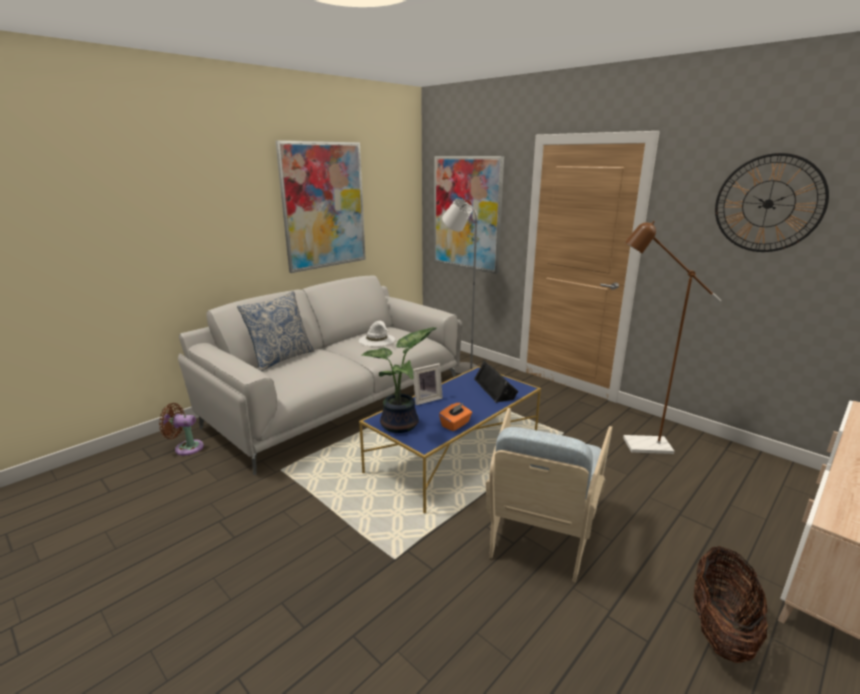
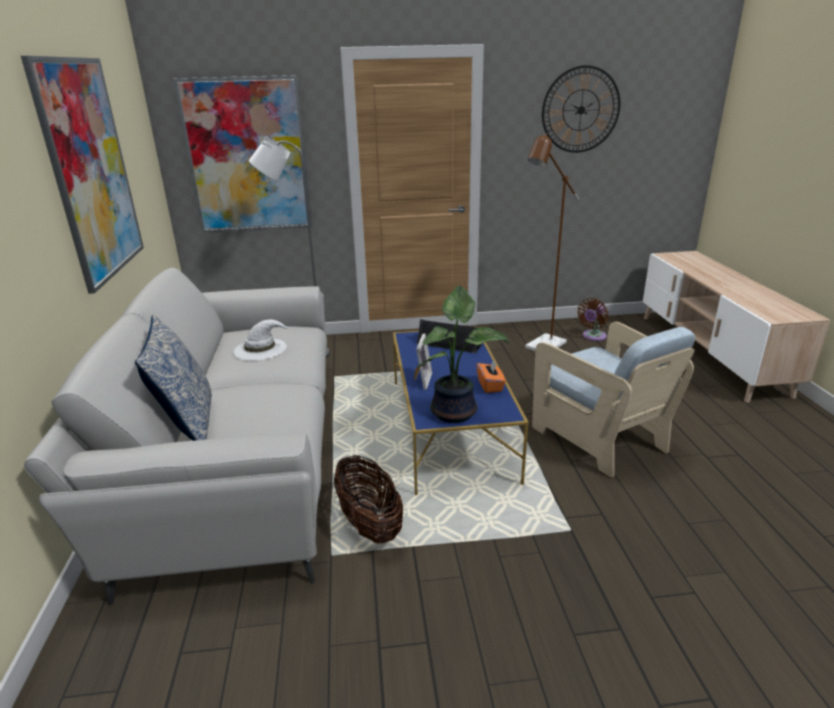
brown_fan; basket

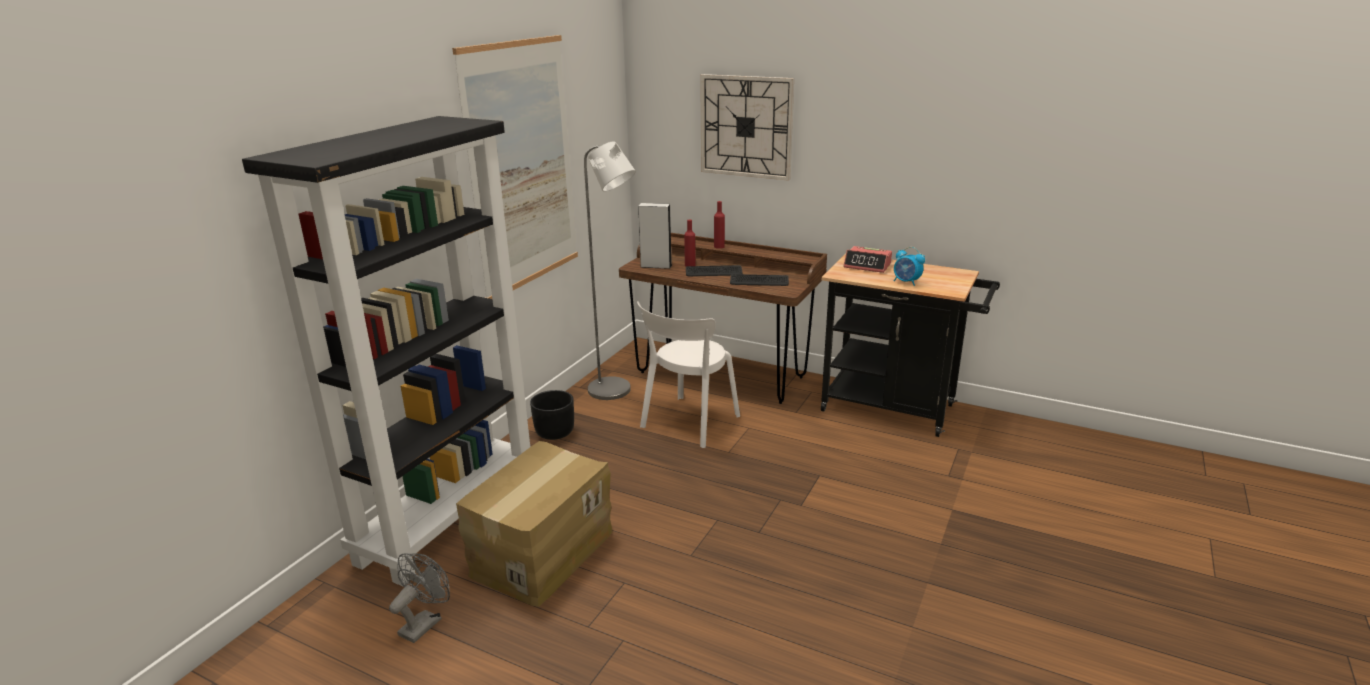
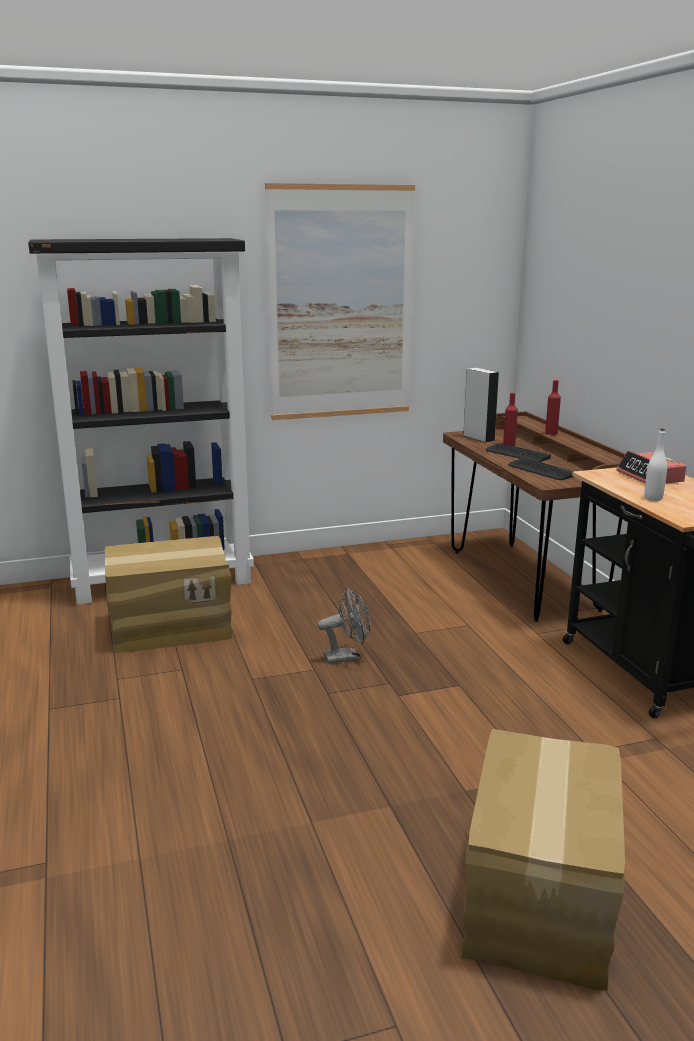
grey_fan; black_planter; grey_floor_lamp; white_chair; wall_clock; white_bottle; cardboard_box (2nd from left)

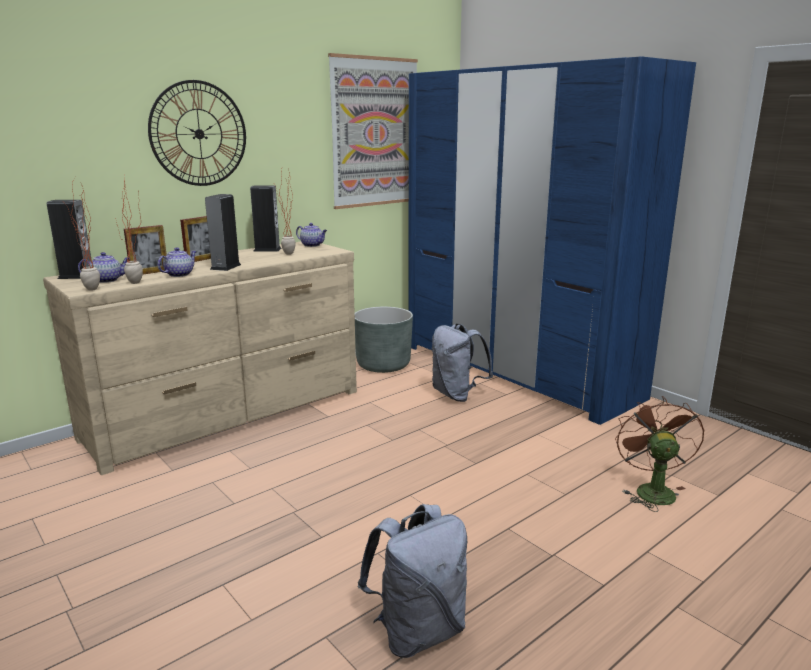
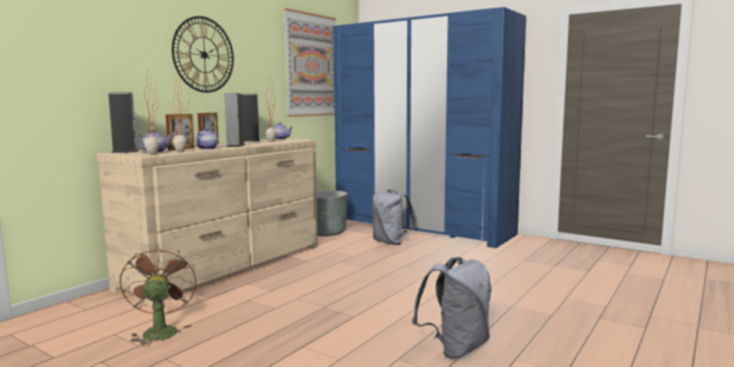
brown_fan

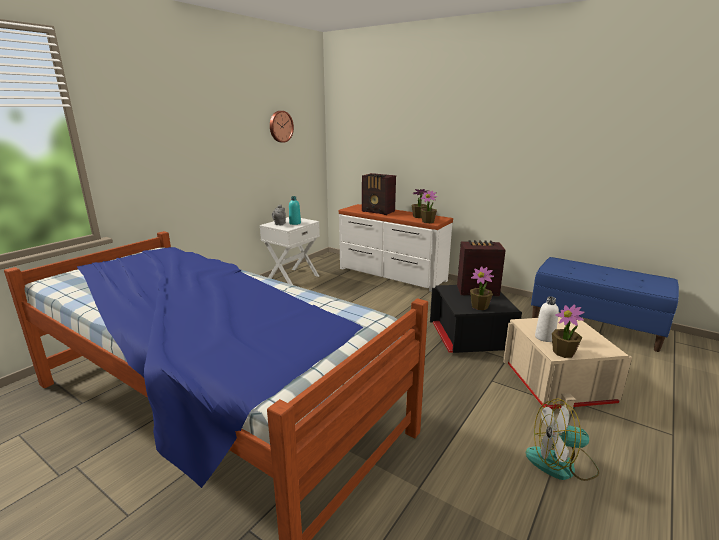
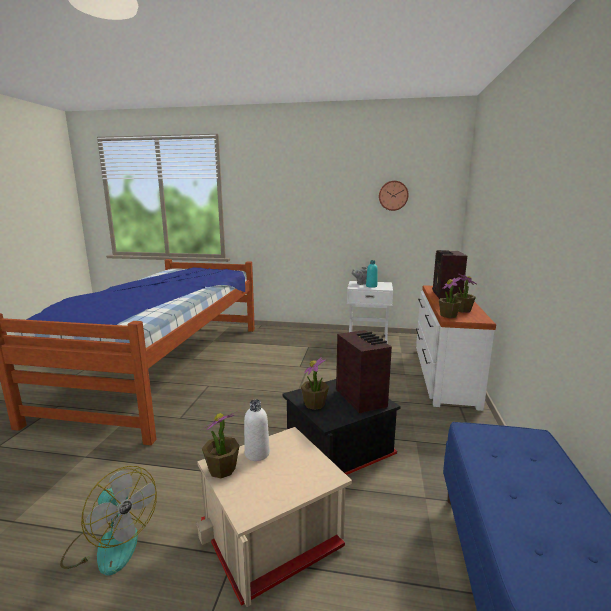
fan

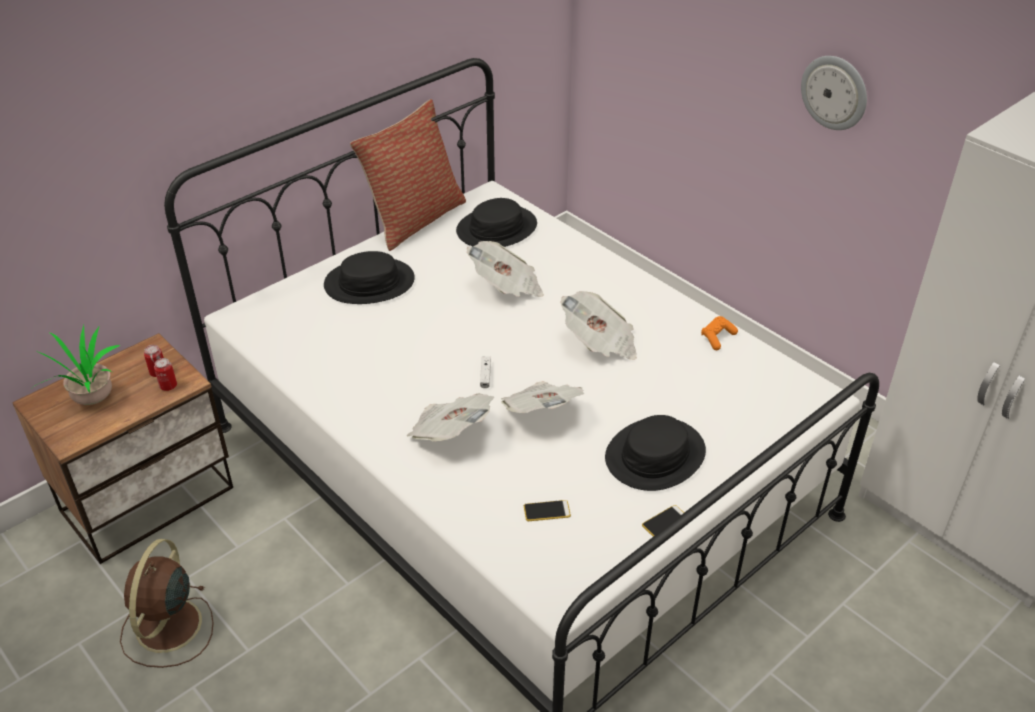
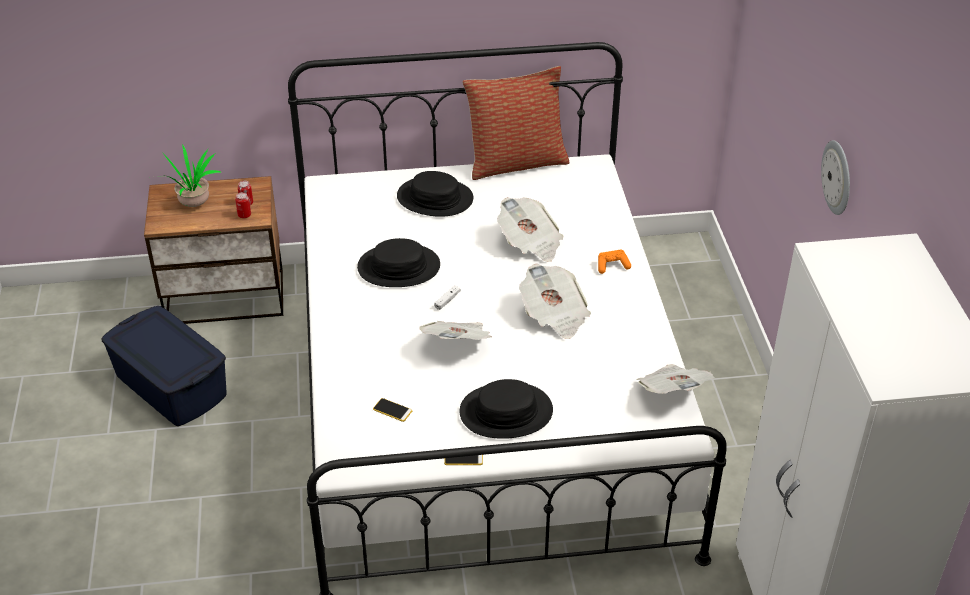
blue_storage_box; newspaper (4th from left); black_hat (1st from left); orange_game_controller

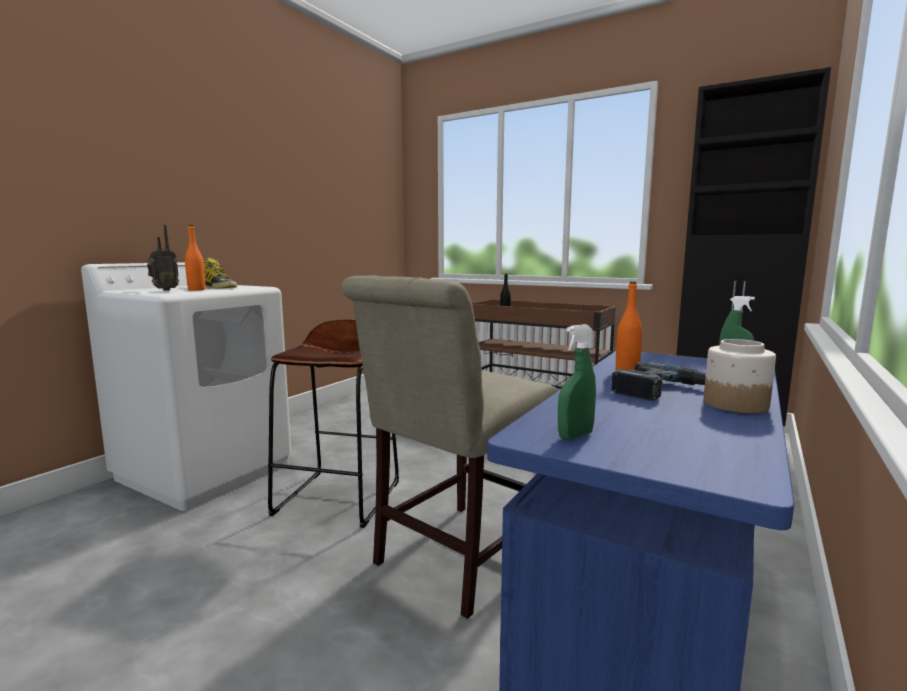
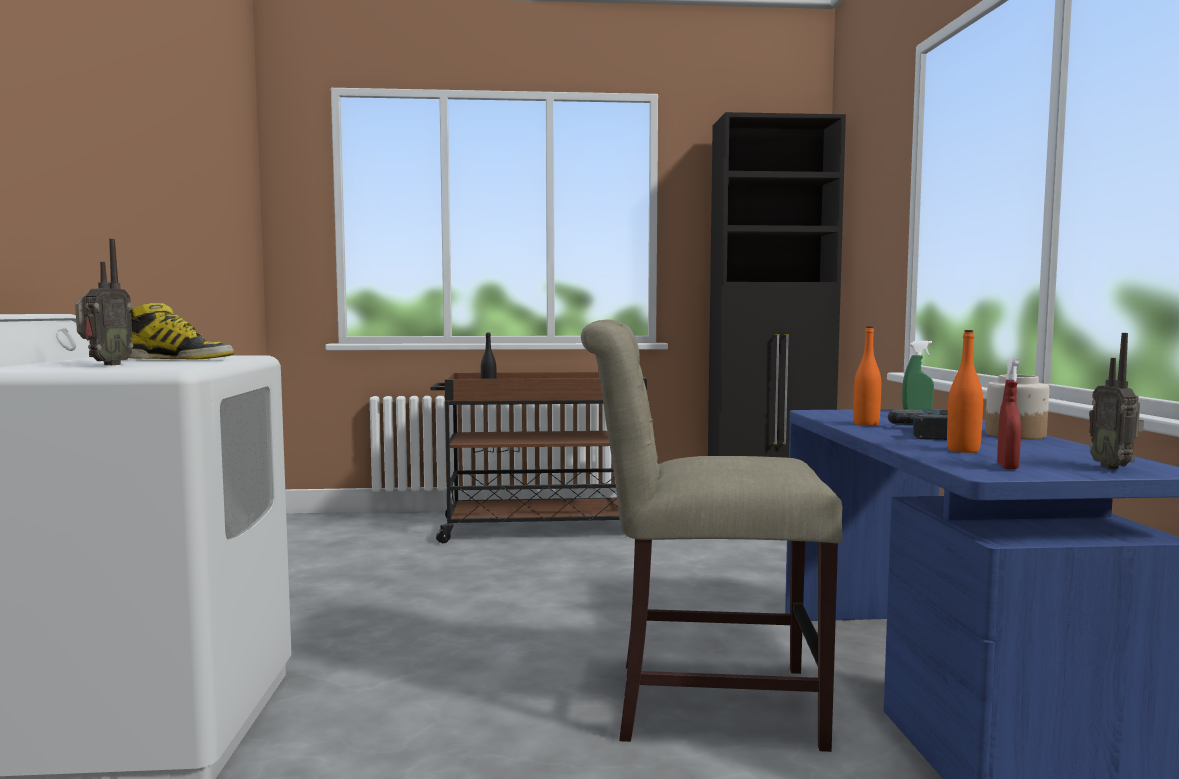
orange_bottle (2nd from left); brown_stool; beige_chair; red_spray_bottle; radio (2nd from left)

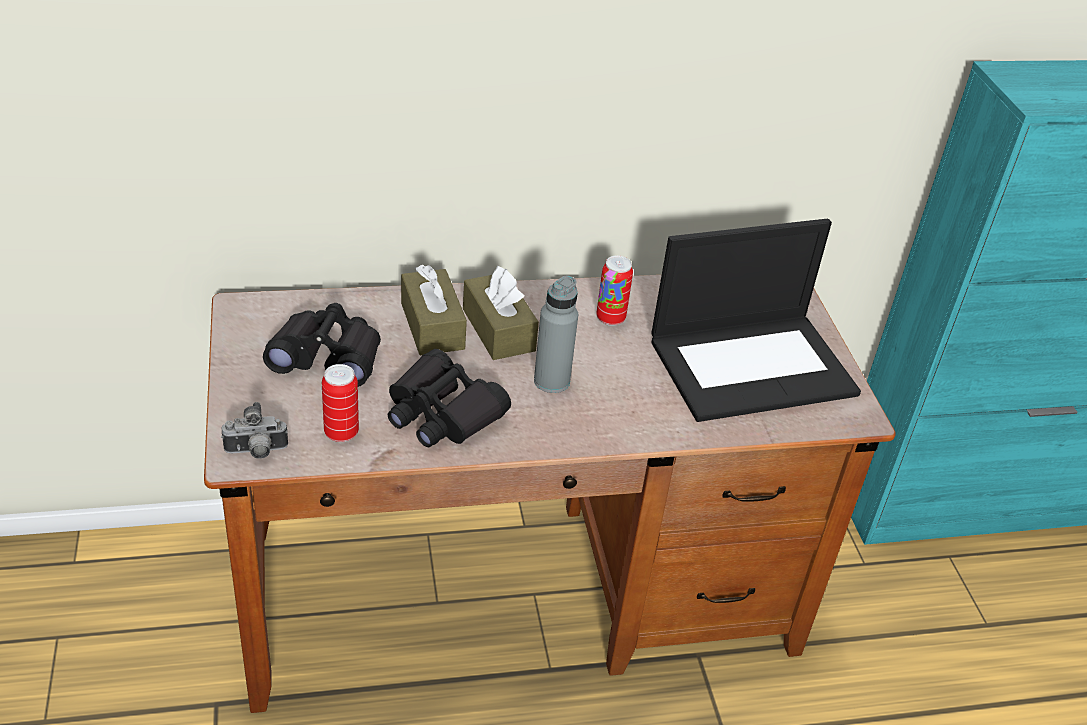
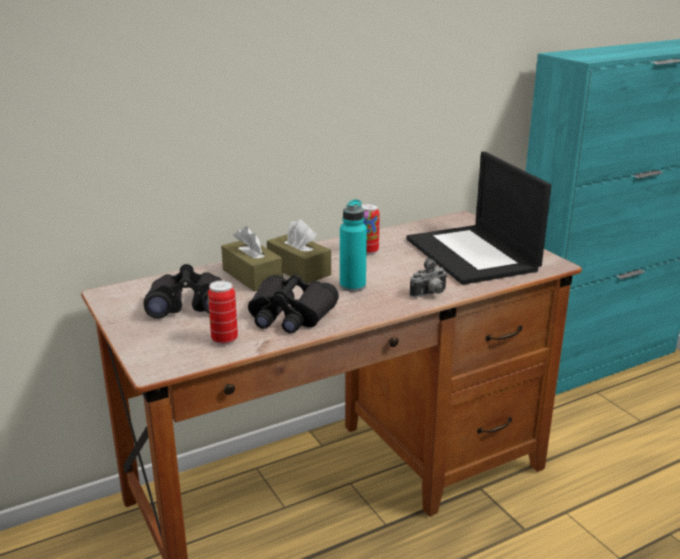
photo_camera; turquoise_bottle; laptop

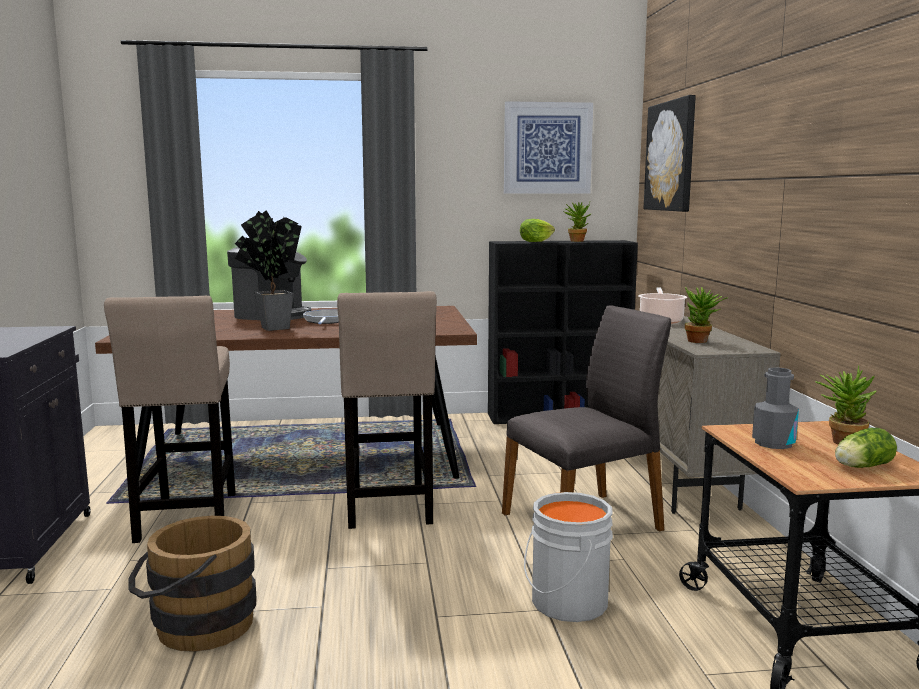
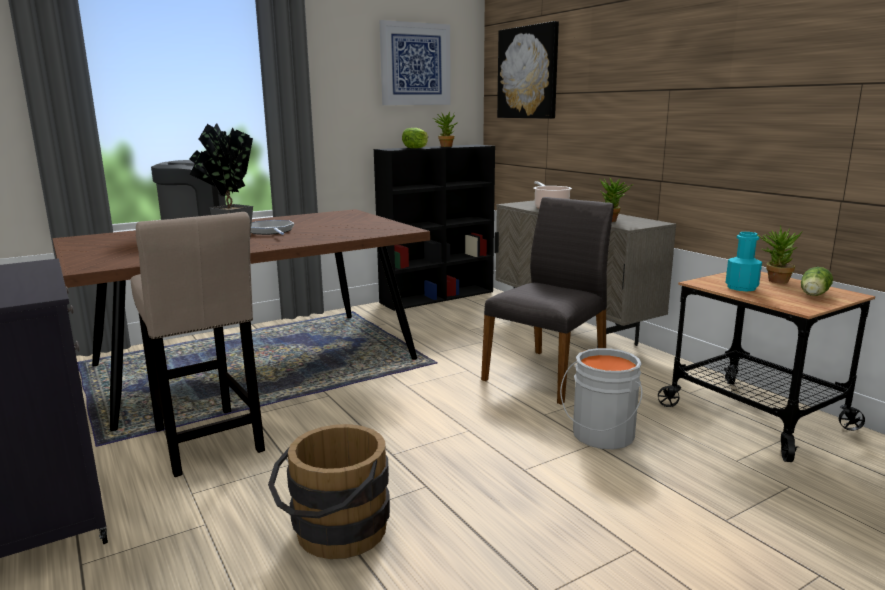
beige_stool (2nd from left in the first image); turquoise_bottle

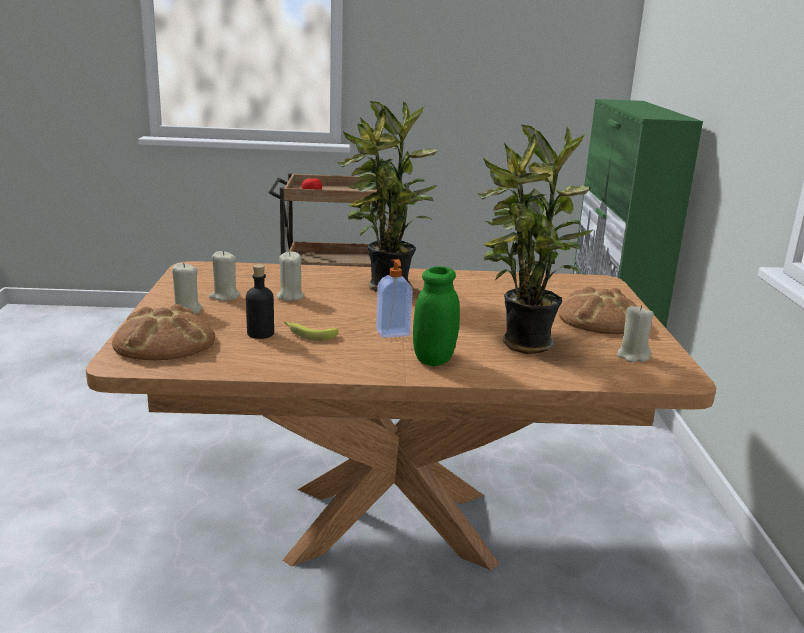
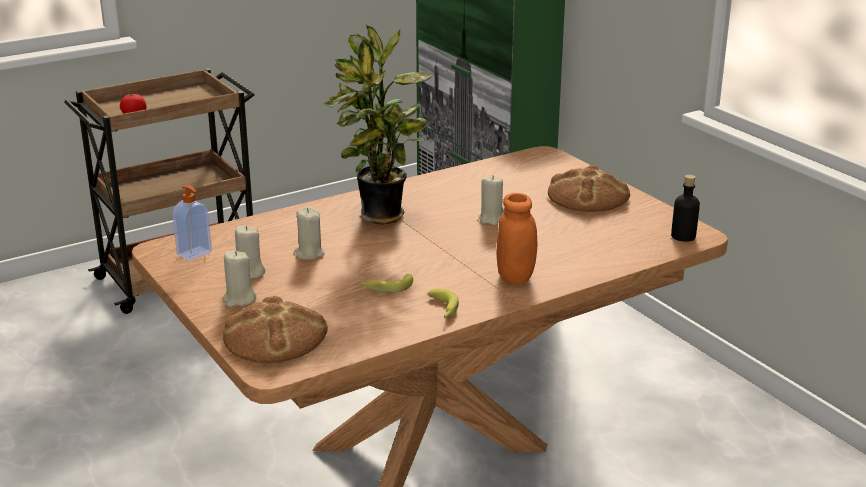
black_bottle; soap_dispenser; orange_jar; potted_plant (2nd from left in the first image); beige_candle (4th from left); banana (2nd from left)

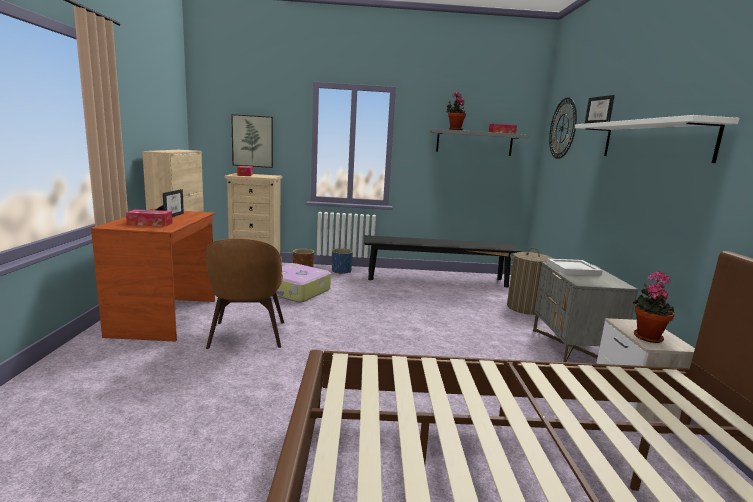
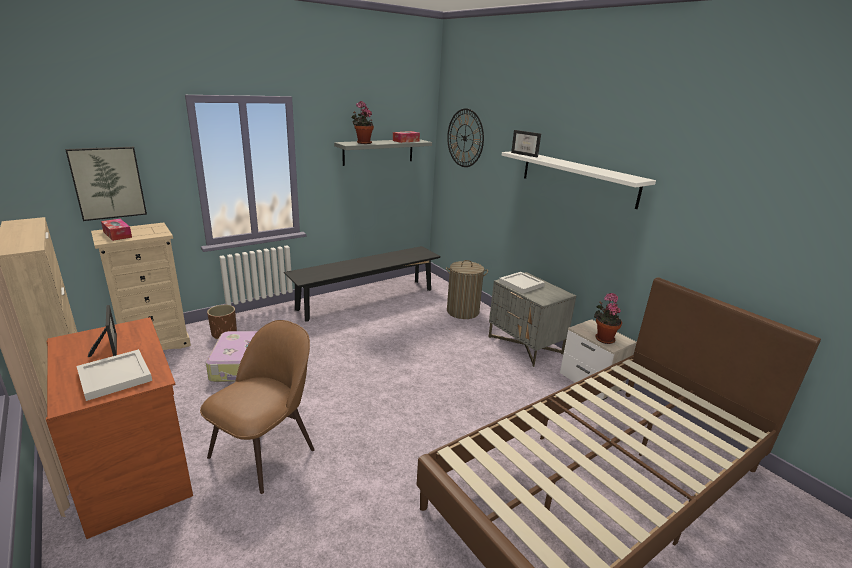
white_tray (1st from left); brown_chair; blue_planter

